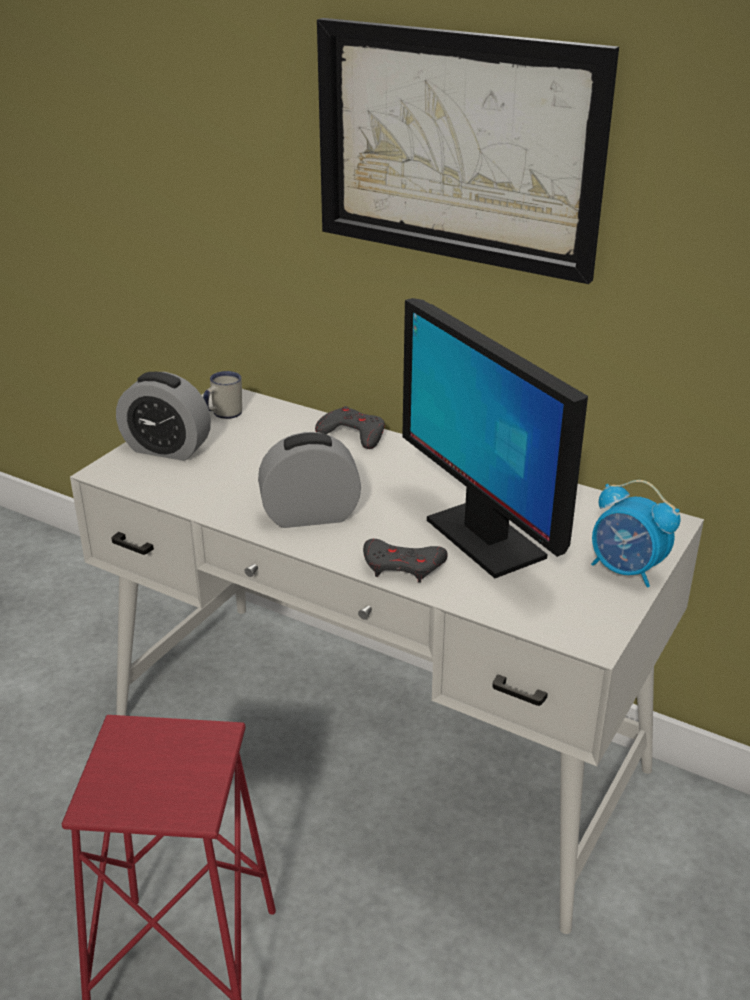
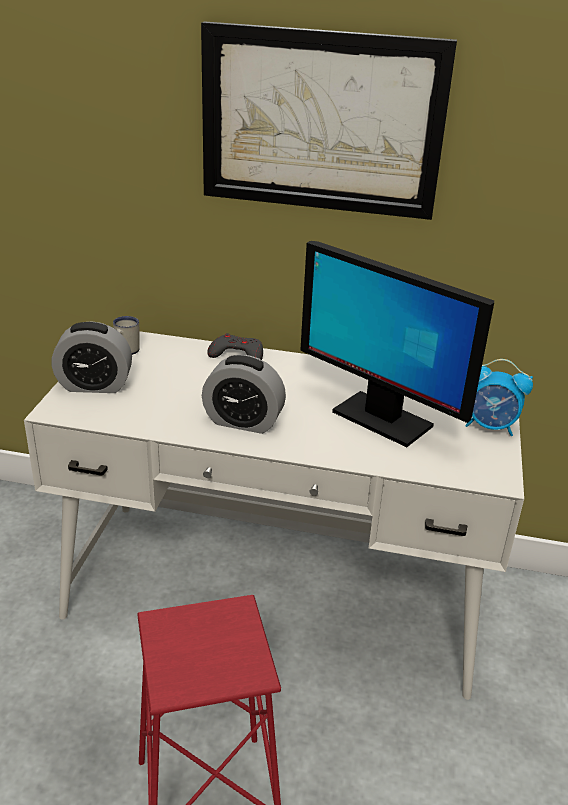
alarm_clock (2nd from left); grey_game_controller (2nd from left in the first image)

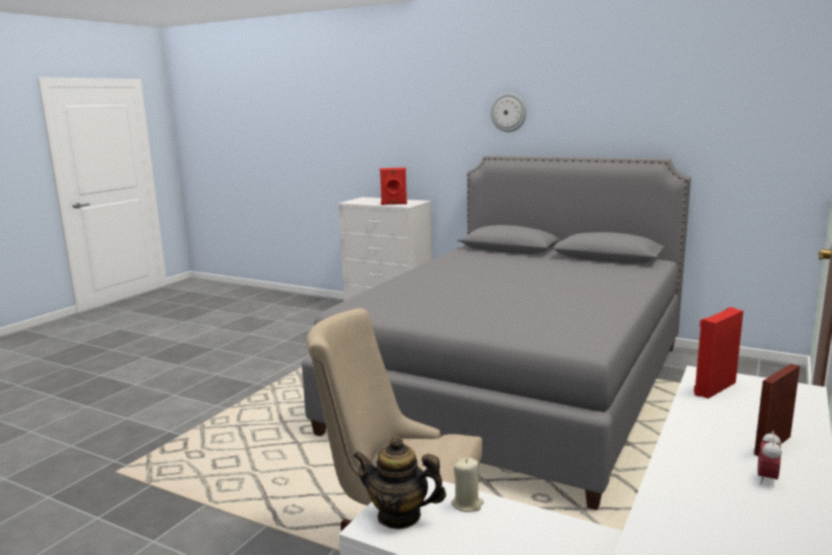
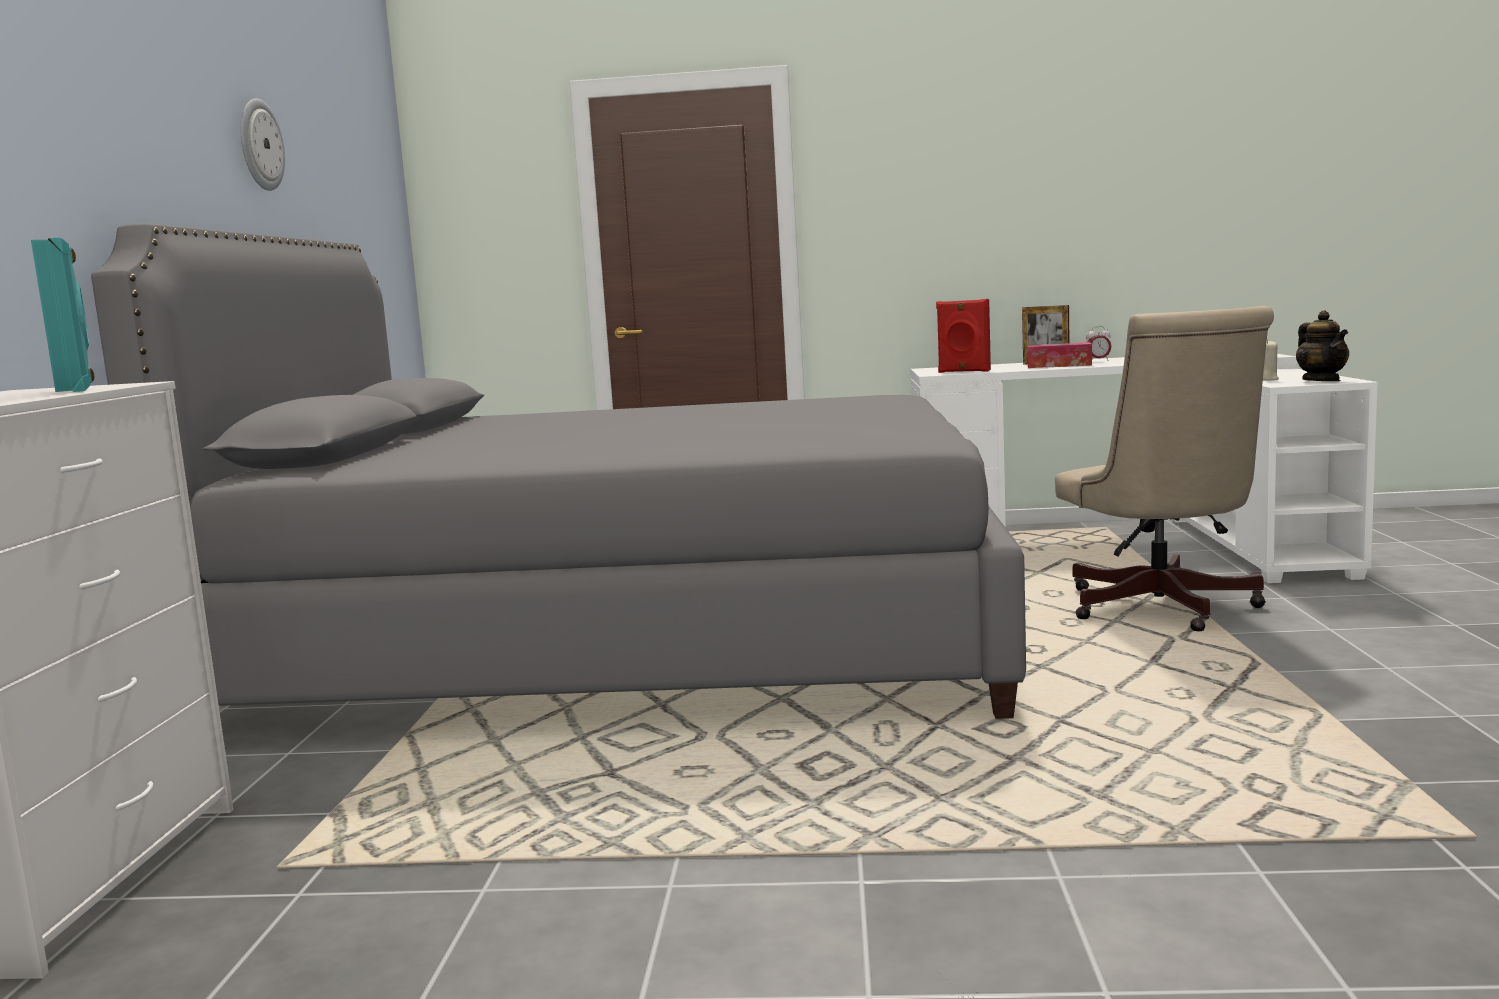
turquoise_speaker; wall_clock; tissue_box

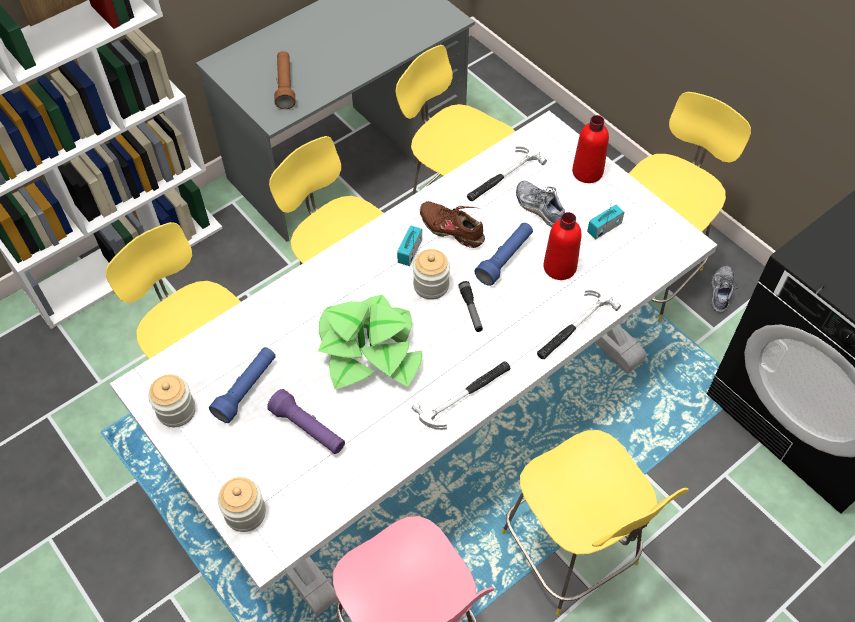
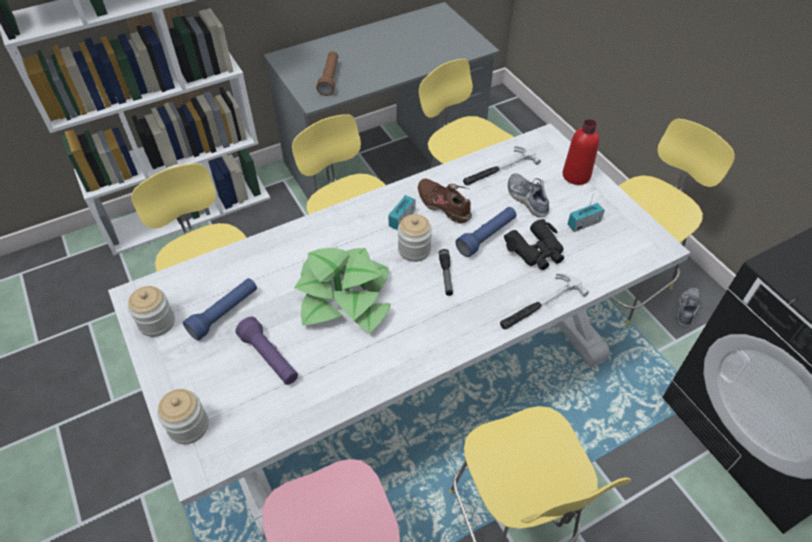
hammer (1st from left in the first image); black_binoculars

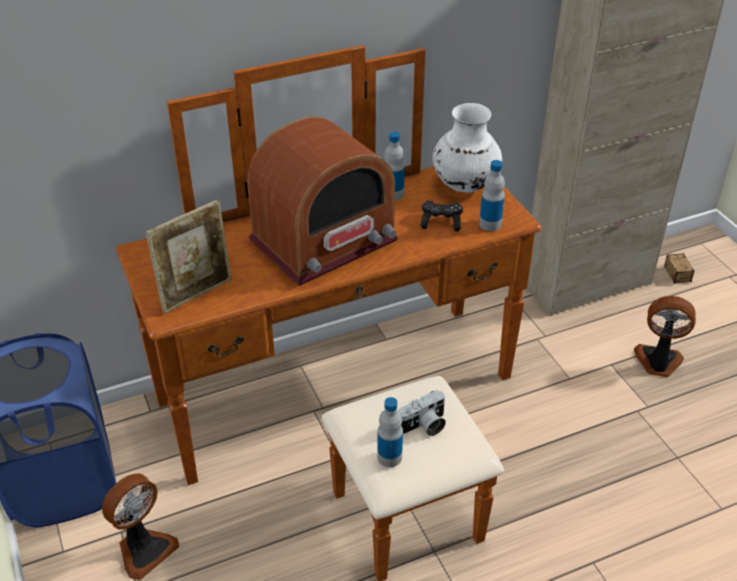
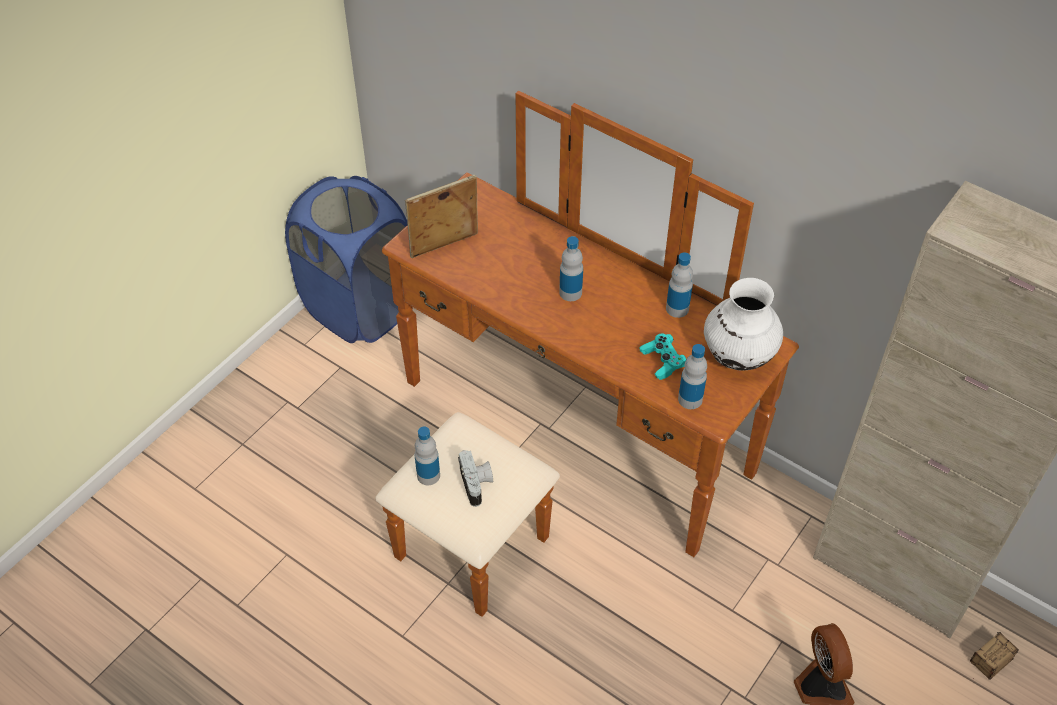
fan (1st from left in the first image); picture_frame; bottle (2nd from left); photo_camera; turquoise_game_controller

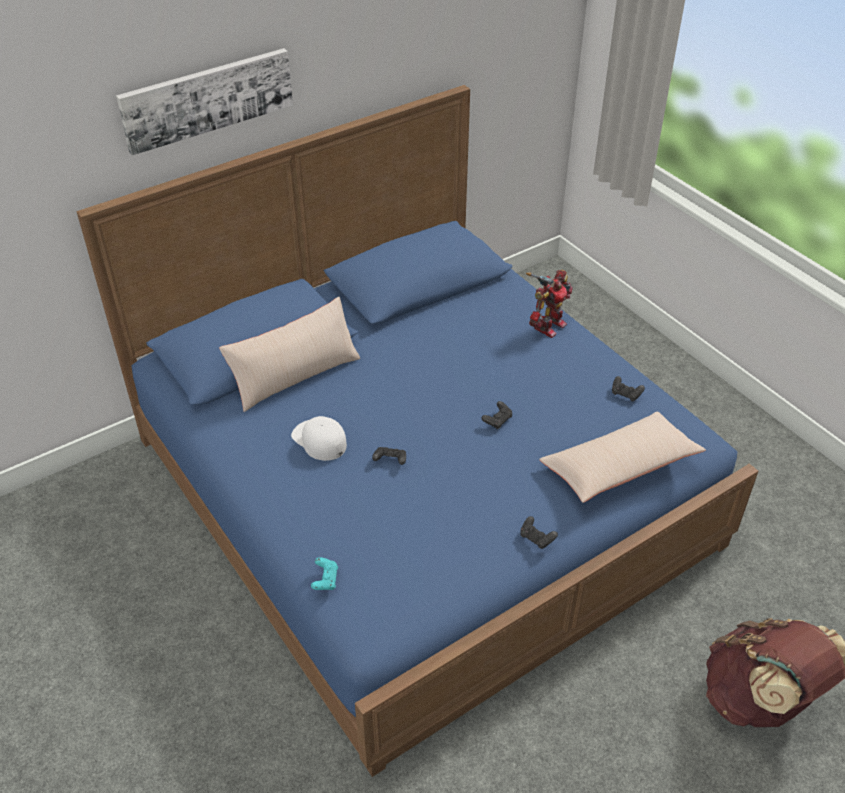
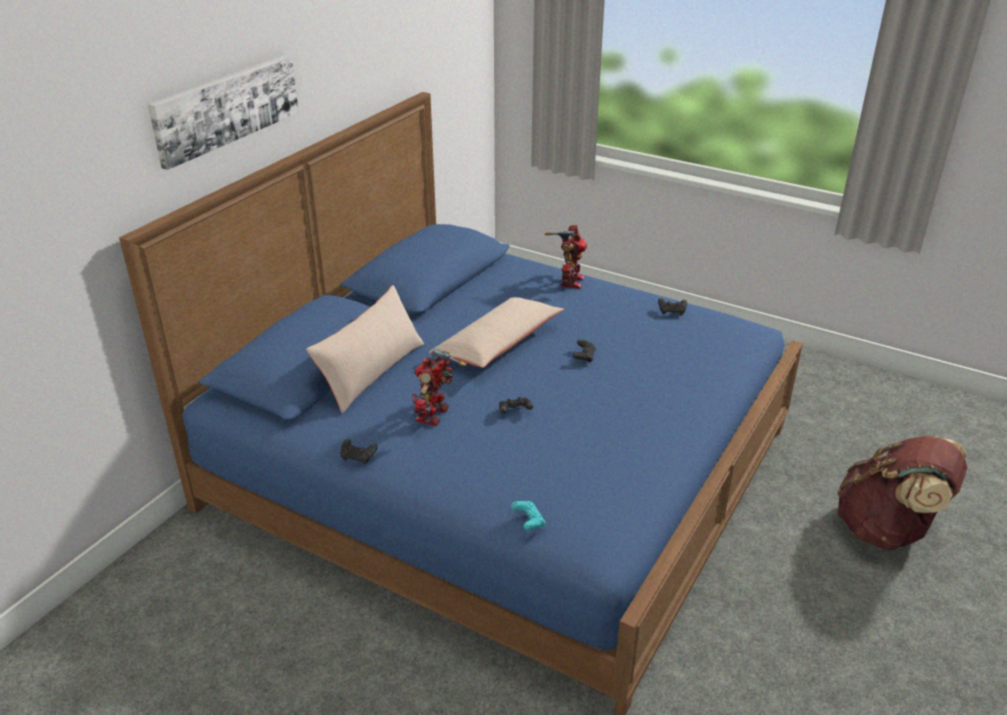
toy_robot (1st from left); black_game_controller (1st from left); beige_pillow (2nd from left)

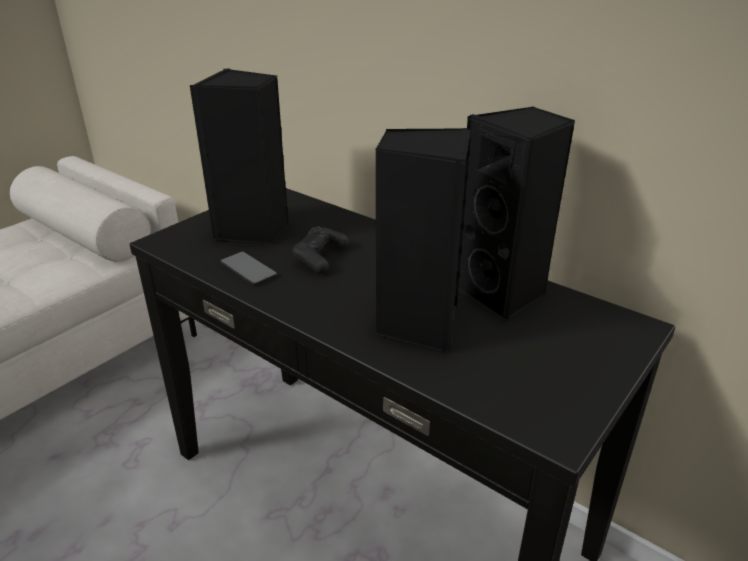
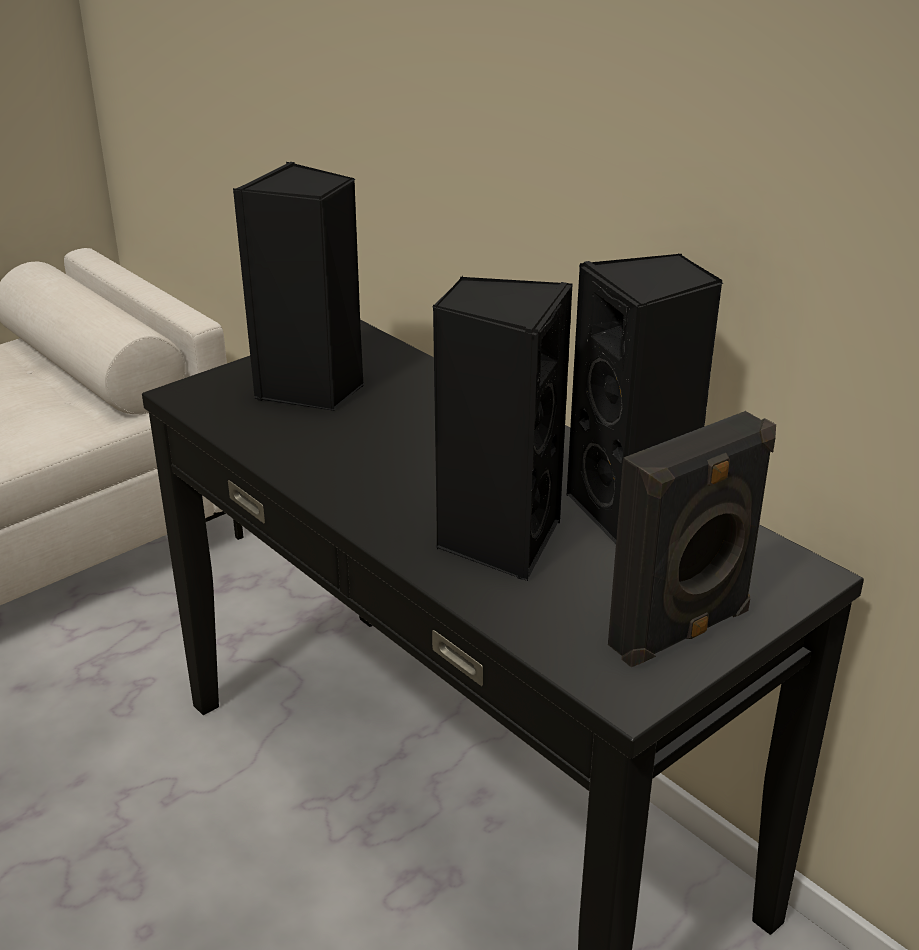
phone; black_game_controller; black_speaker (4th from left)

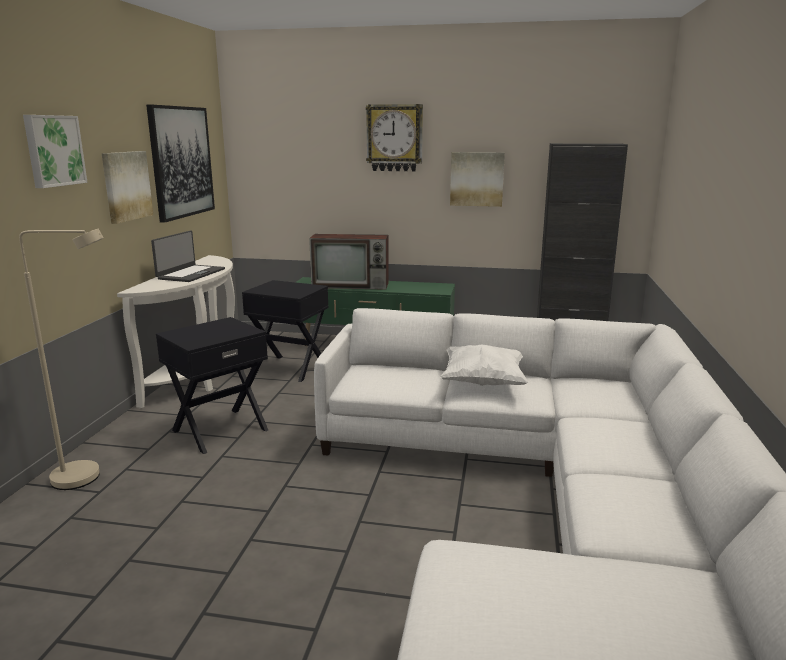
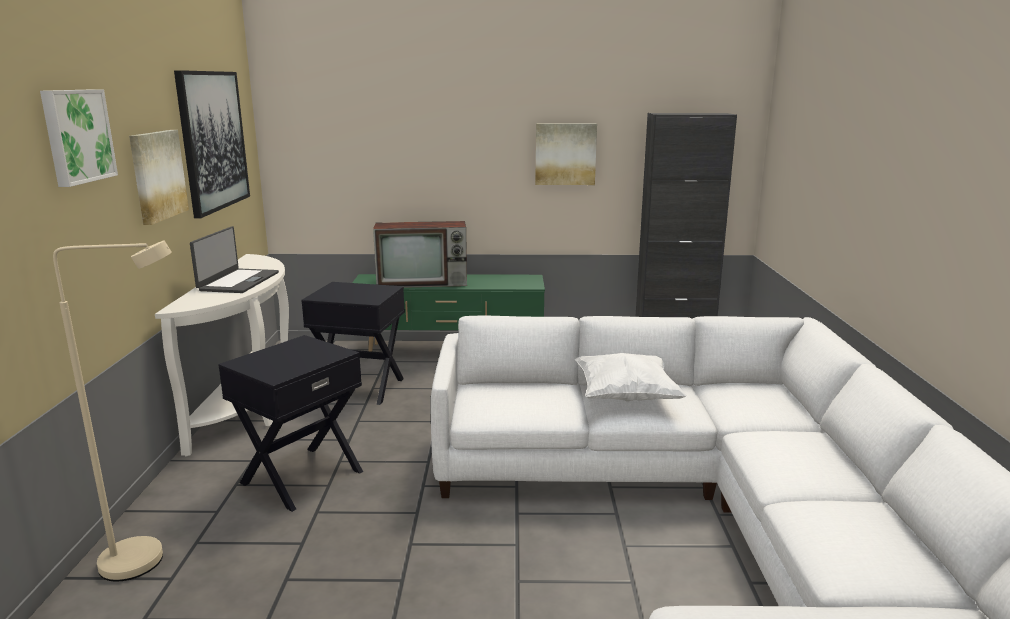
wall_clock

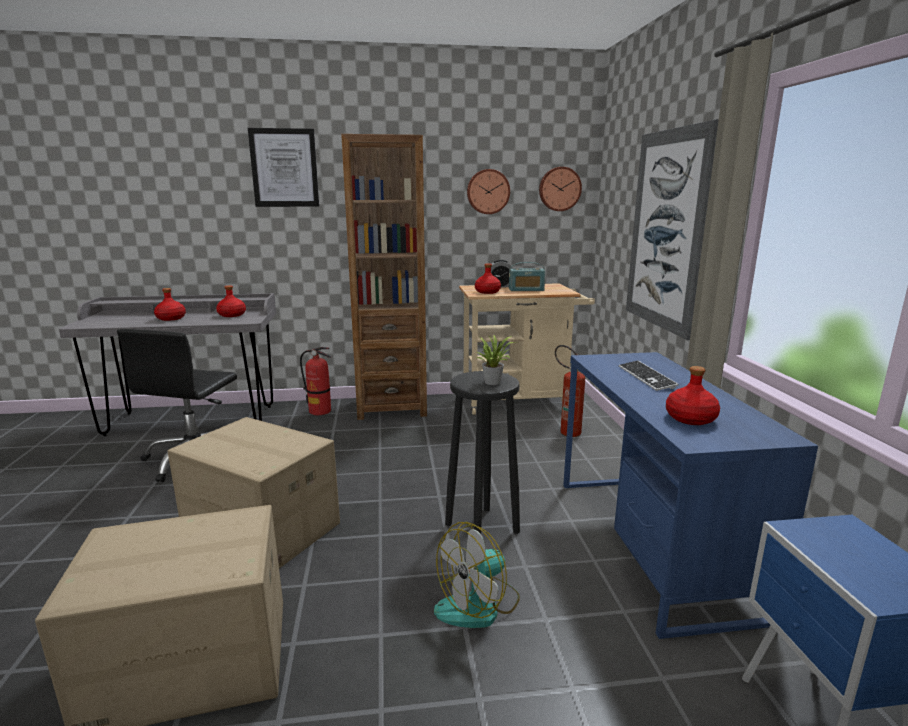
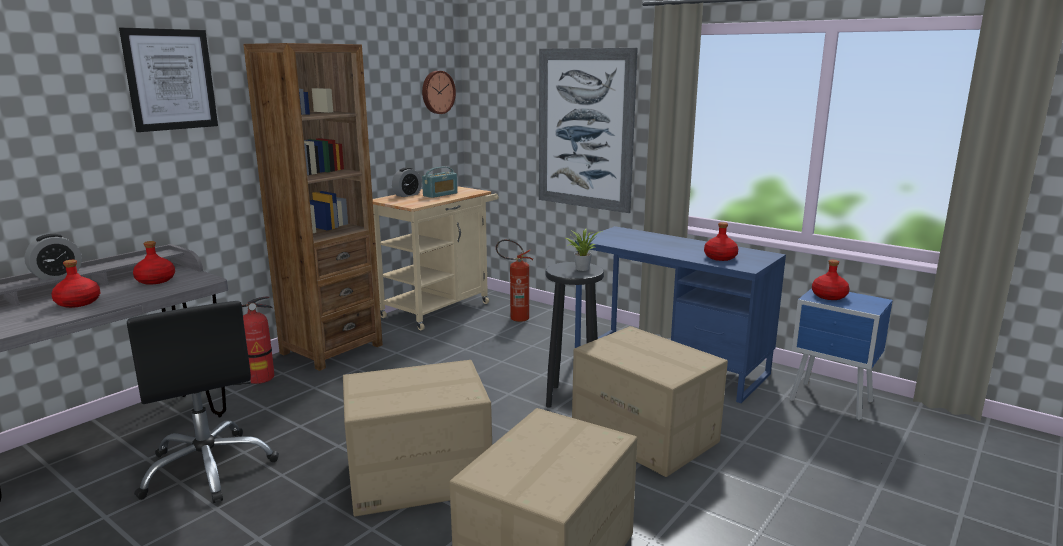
cardboard_box (3rd from left); wall_clock (1st from left in the first image); red_bottle (4th from left); keyboard; alarm_clock (1st from left)

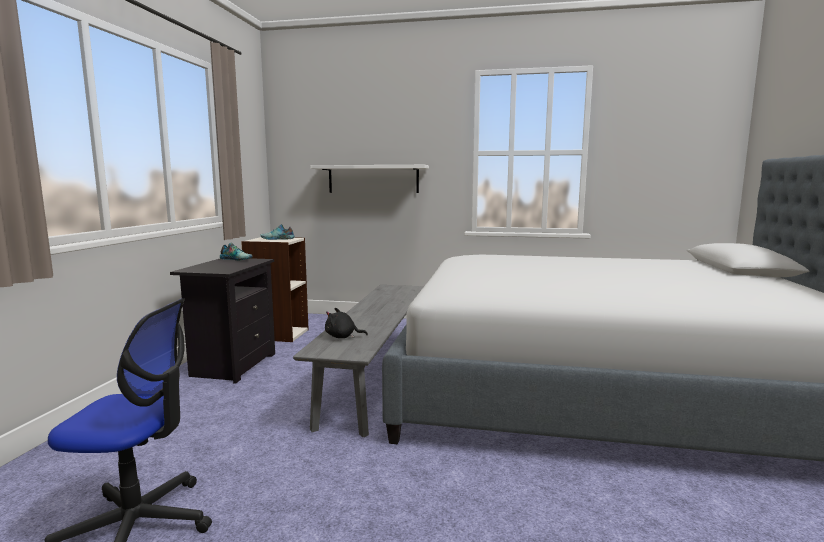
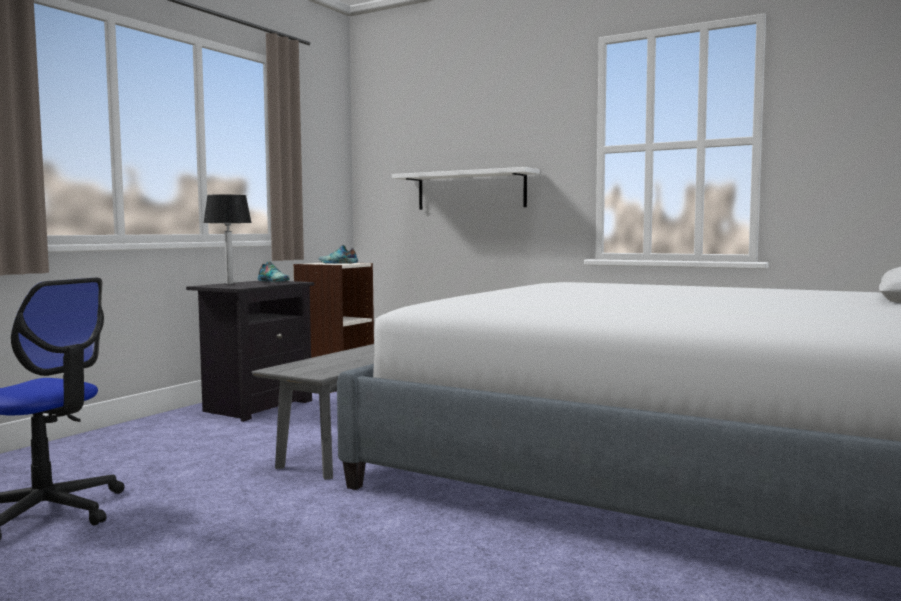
black_plush_toy; table_lamp

